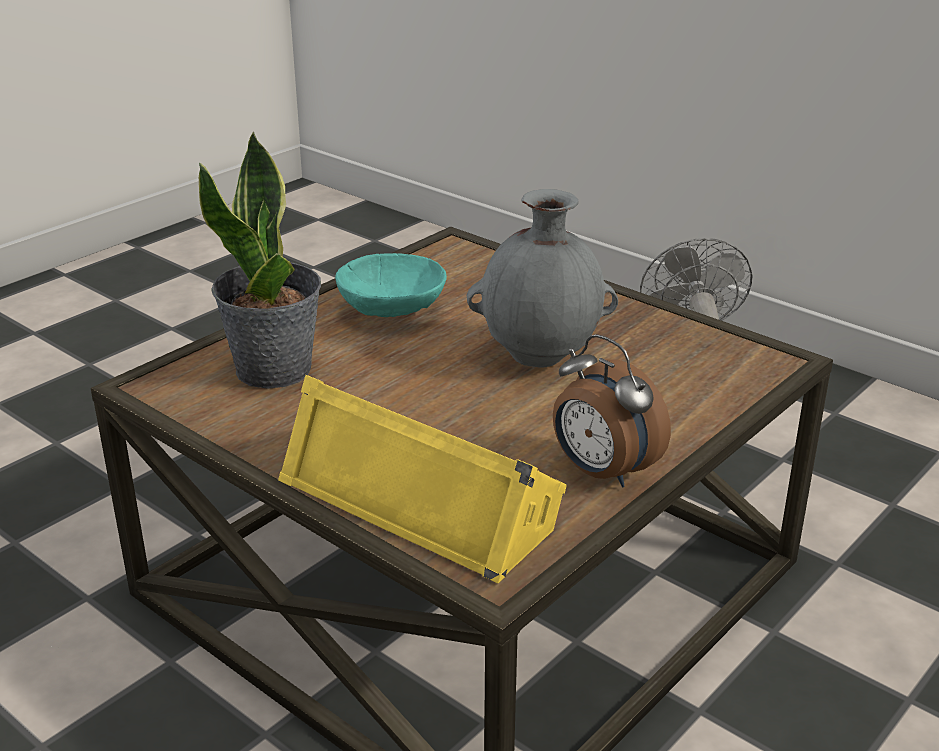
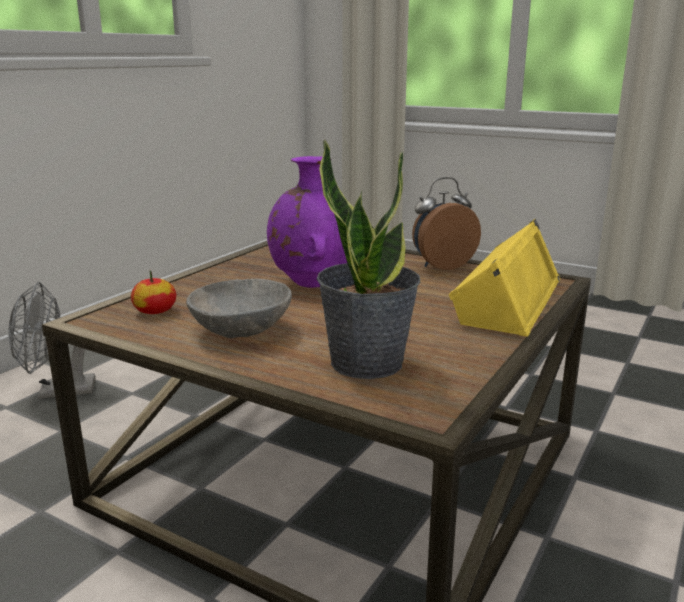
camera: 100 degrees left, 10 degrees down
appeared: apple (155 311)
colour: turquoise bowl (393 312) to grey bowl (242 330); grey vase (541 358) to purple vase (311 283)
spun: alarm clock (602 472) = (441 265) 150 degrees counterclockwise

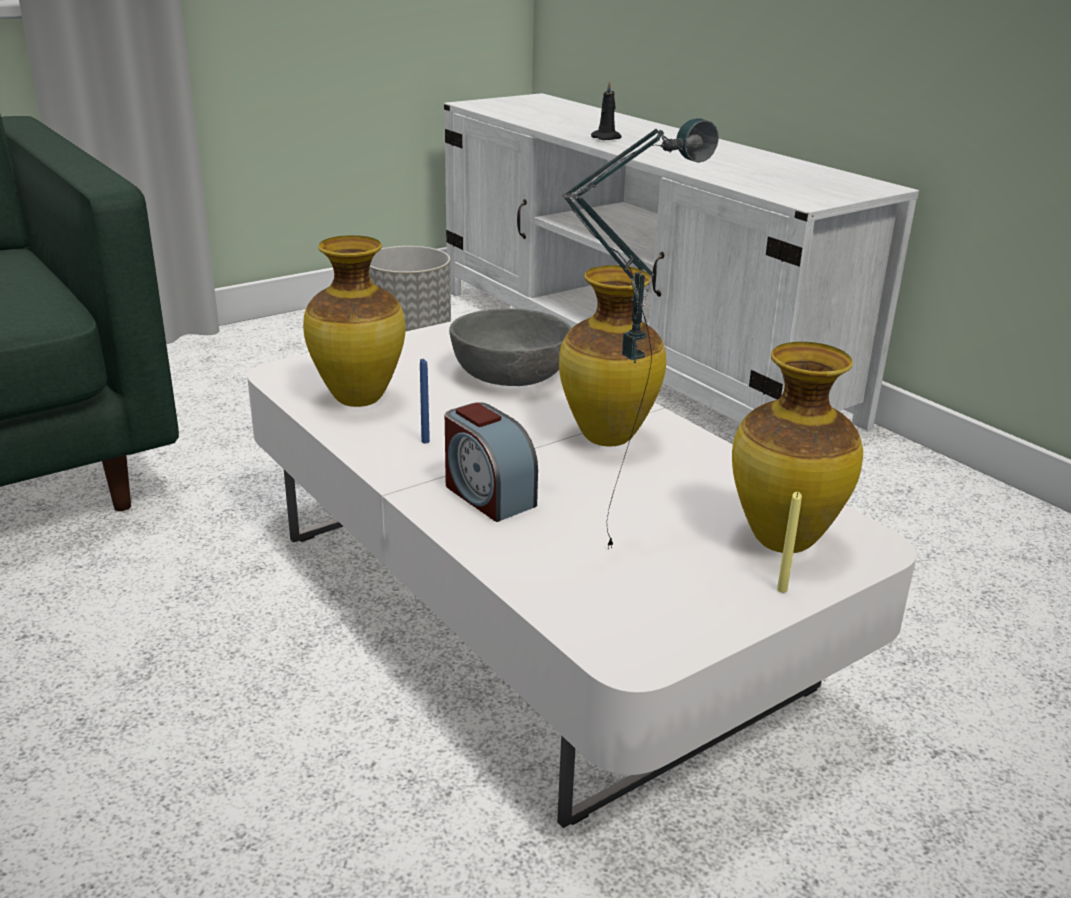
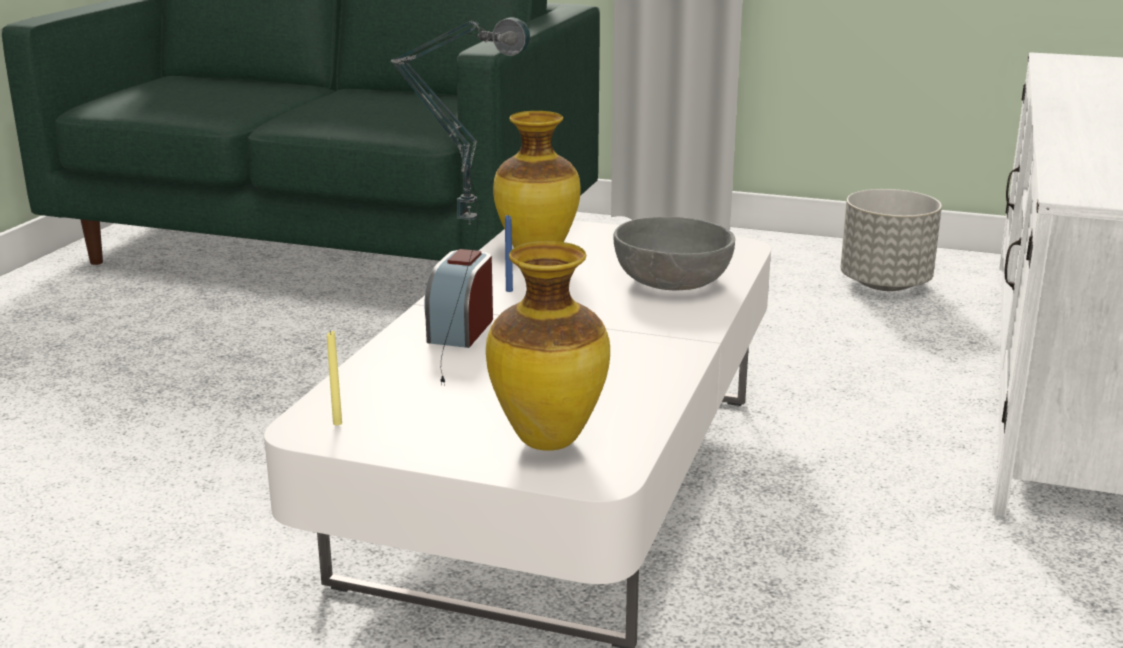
camera: 55 degrees right, 5 degrees down
missing: vase (605 438); black candle (607 138)
relocated: yellow candle (782 589) to (337 423)

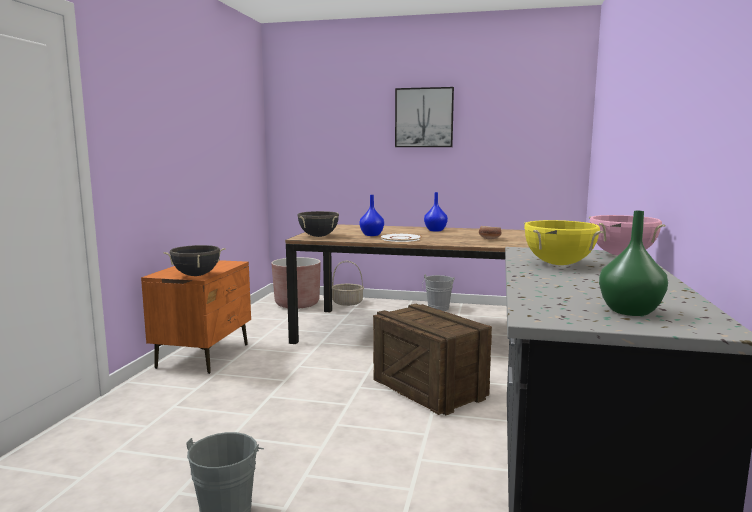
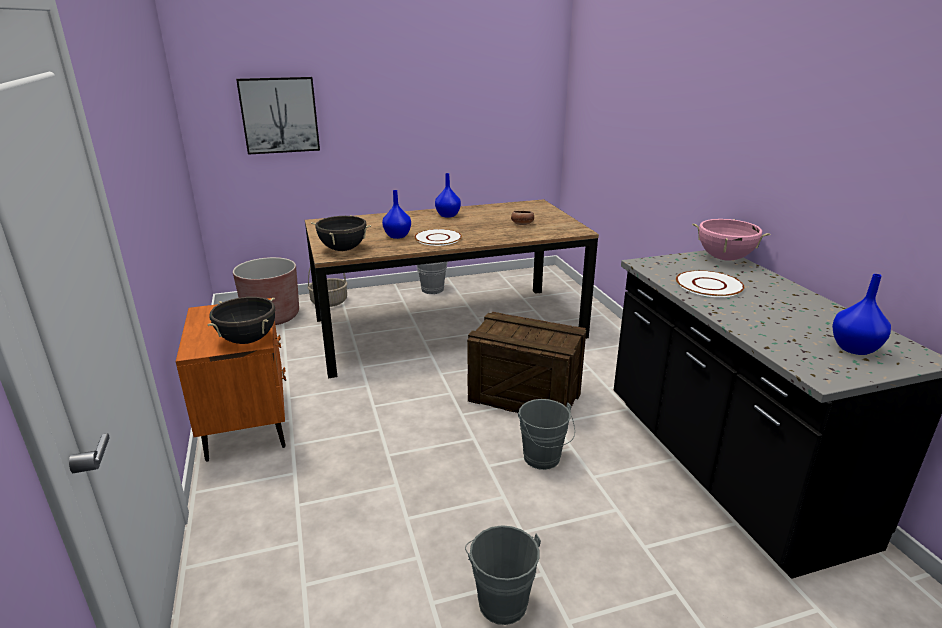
camera: 30 degrees left, 15 degrees up
appeared: grey bucket (543 460)
relocated: picture (424 117) to (279 115)
exchanged: yellow cooking pot (559 264) to white plate (708 285)
colour: green vase (629 311) to blue vase (854 349)

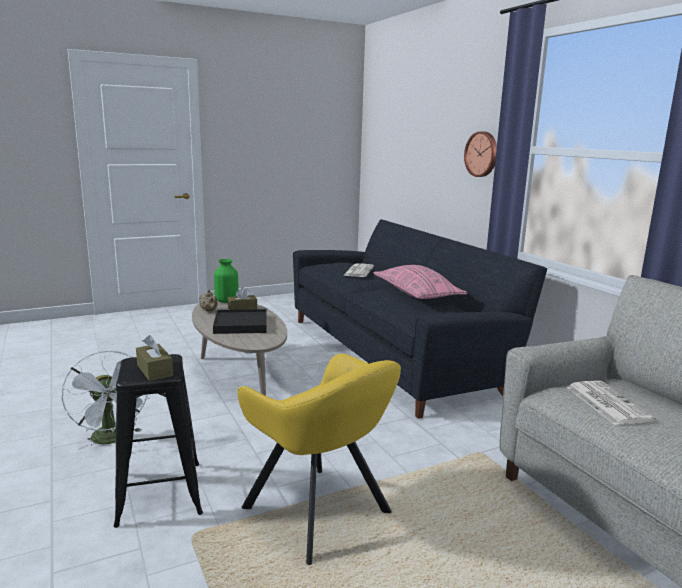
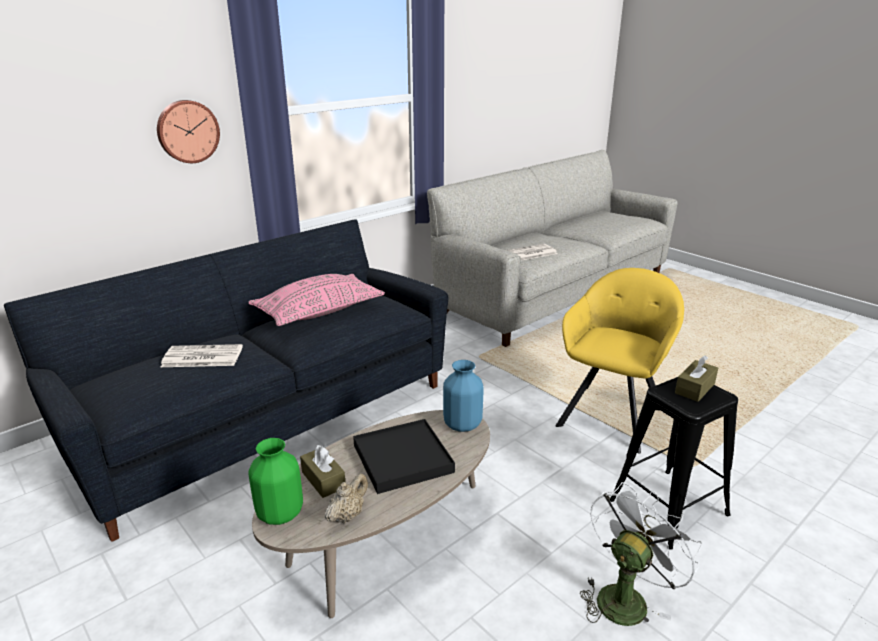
camera: 105 degrees left, 10 degrees up
appeared: blue vase (462 424)

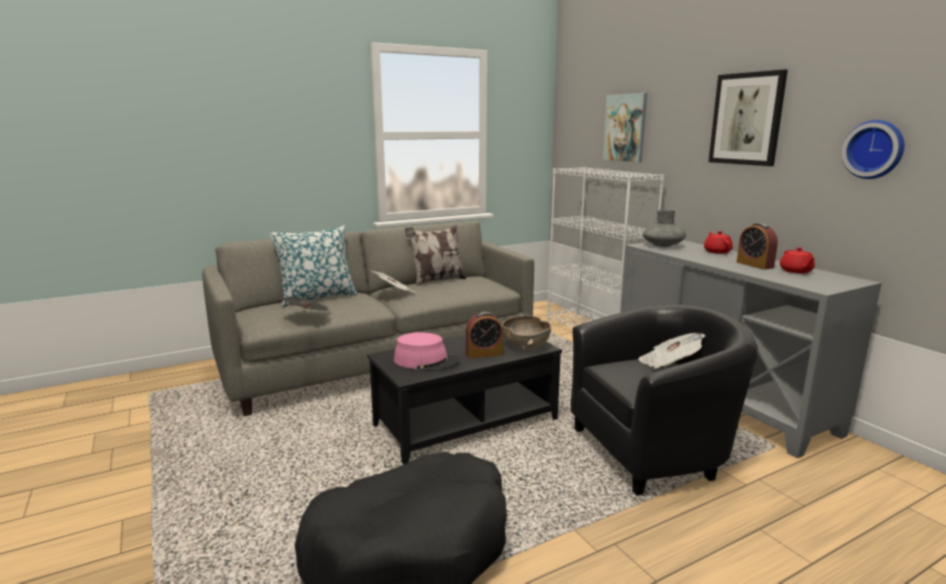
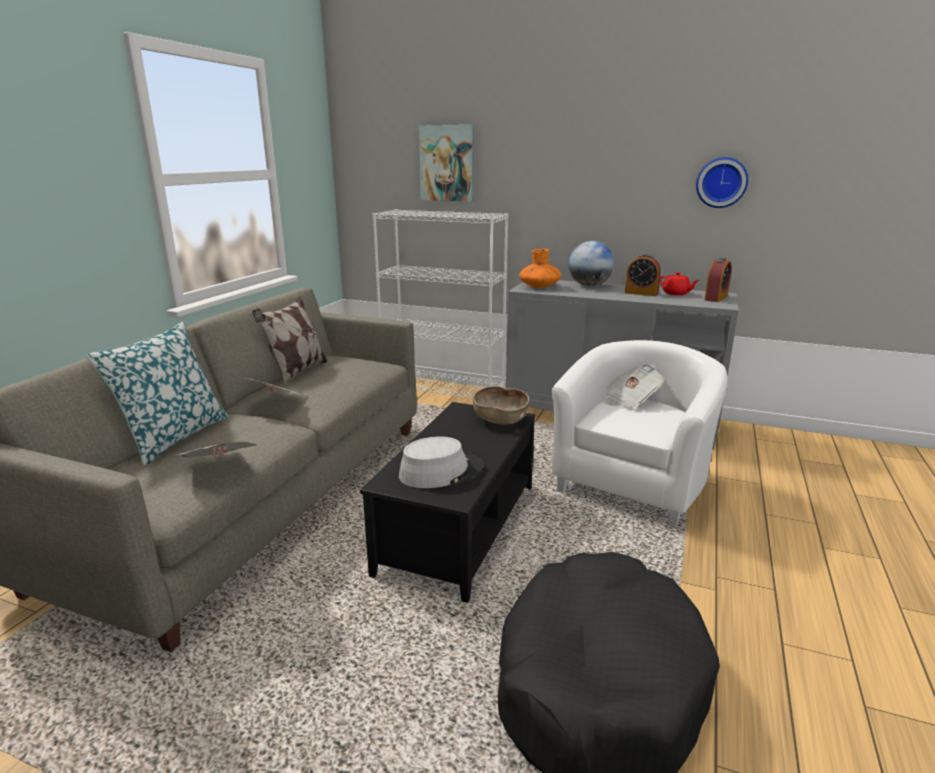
camera: 40 degrees left, 5 degrees up
missing: picture (747 119)
relocated: alarm clock (484 354) to (716 298)
exchanged: red teapot (717 251) to globe (589 285)
colour: pink hat (426 361) to grey hat (441 472); grey vase (662 246) to orange vase (539 287); black armchair (654 450) to white armchair (633 484)

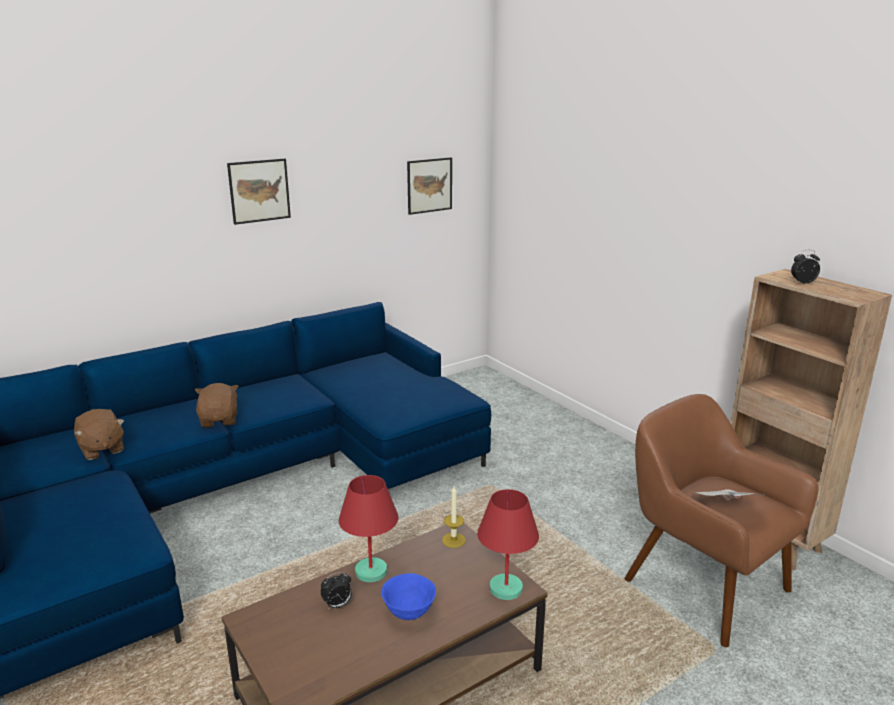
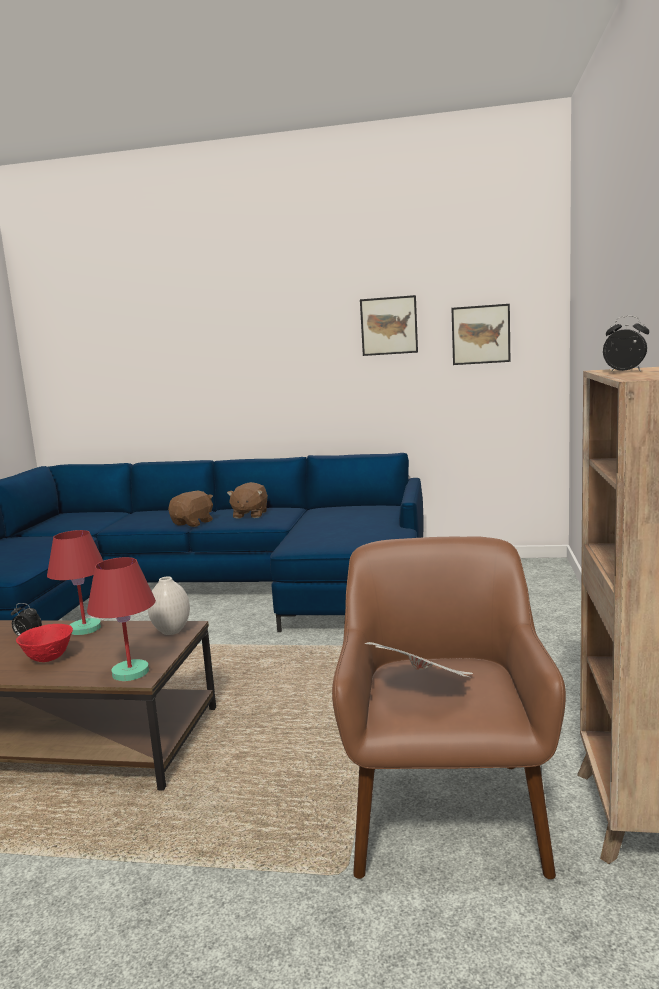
camera: 45 degrees right, 10 degrees down
relocated: brown plush toy (101 449) to (249 515); picture (259 191) to (389 326)
exchanged: candle (453 540) to white vase (172 631)
colour: blue bowl (409 612) to red bowl (49 658)

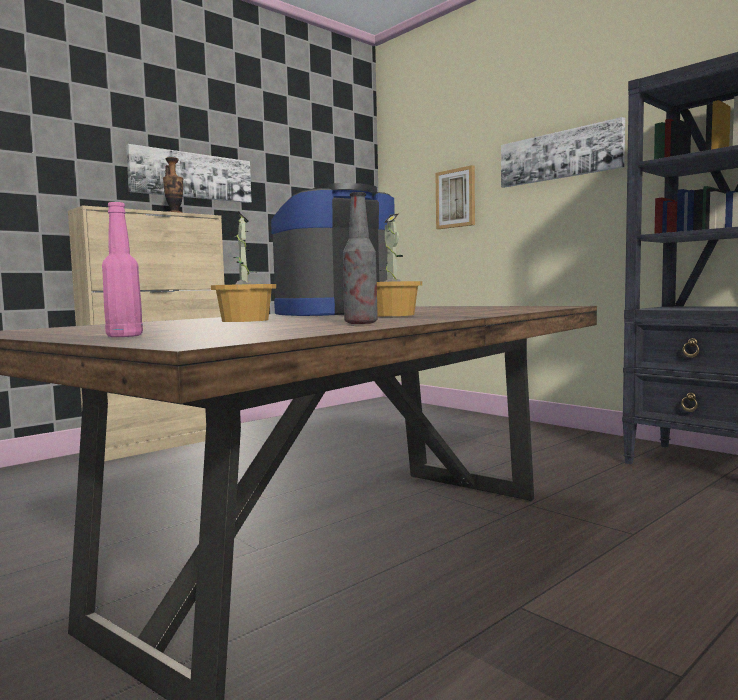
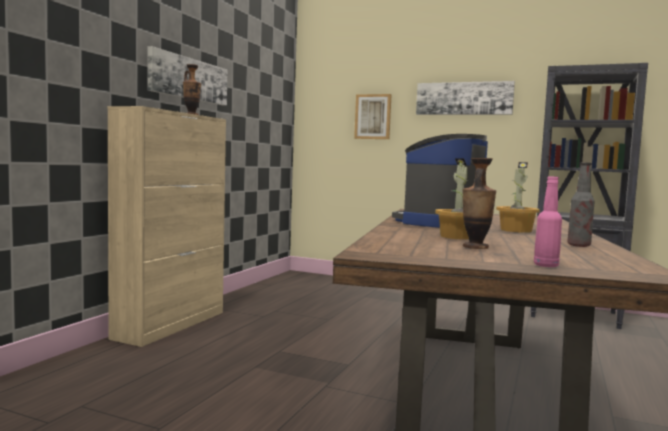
camera: 25 degrees left, 0 degrees up
appeared: vase (475 247)

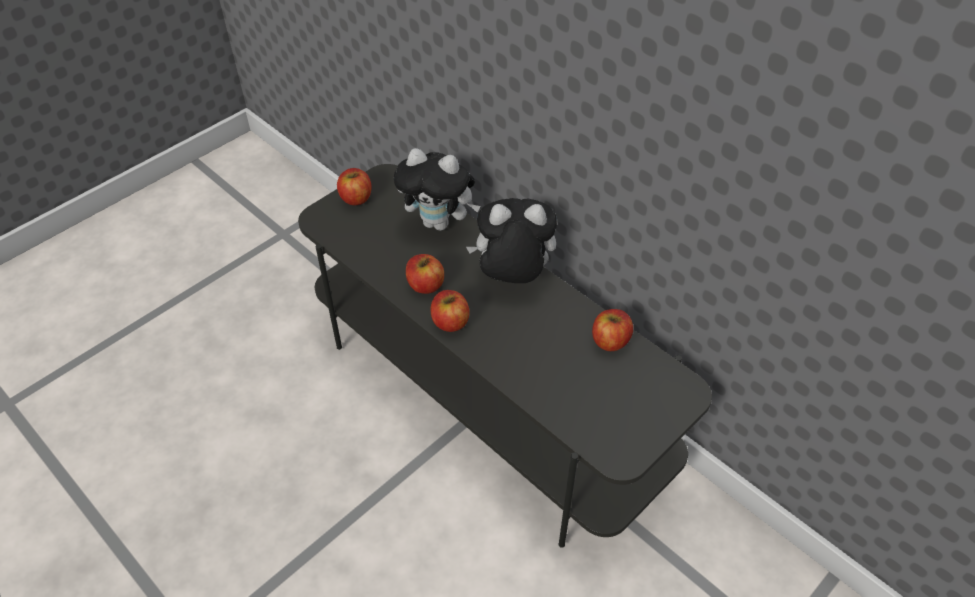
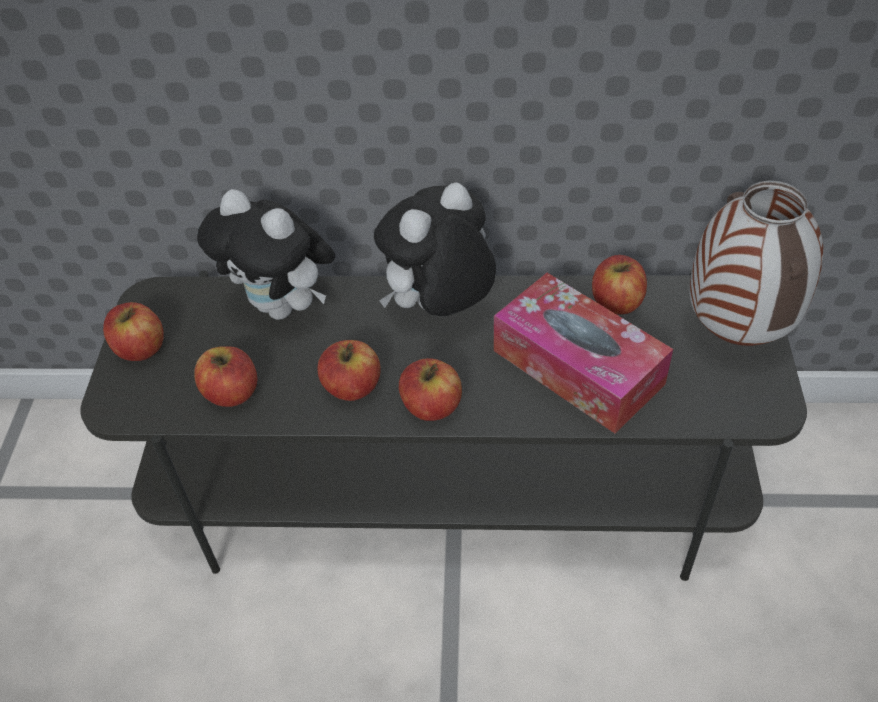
camera: 40 degrees left, 0 degrees up
appeared: apple (232 393); tissue box (577 367); vase (738 335)
spun: plush toy (439 223) = (283 307) 60 degrees clockwise

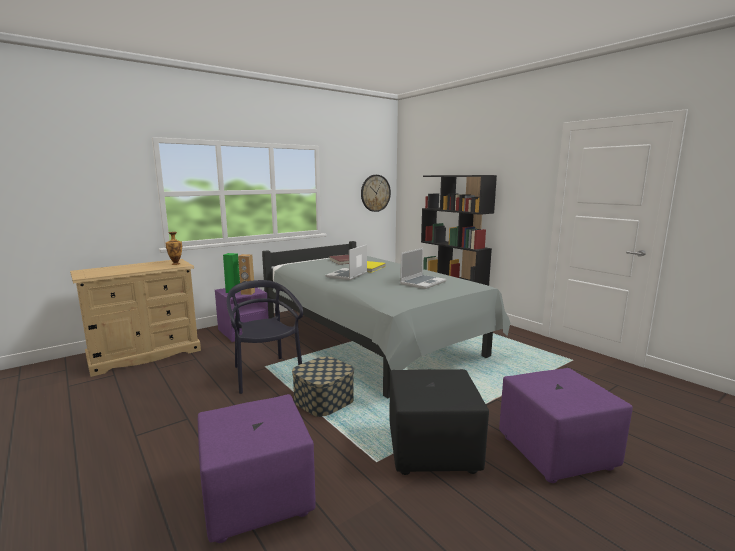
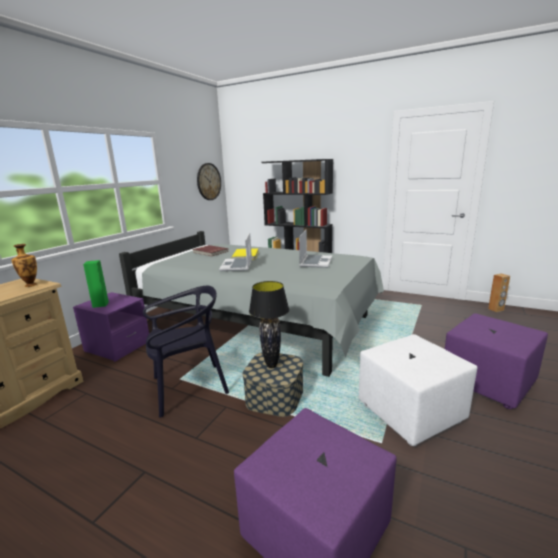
camera: 25 degrees left, 5 degrees up
appeared: black table lamp (272 365)
relocated: brown speaker (247 293) to (496 309)
colour: black ottoman (433 450) to white ottoman (411 413)
spun: black chair (265 374) = (189 387) 120 degrees clockwise

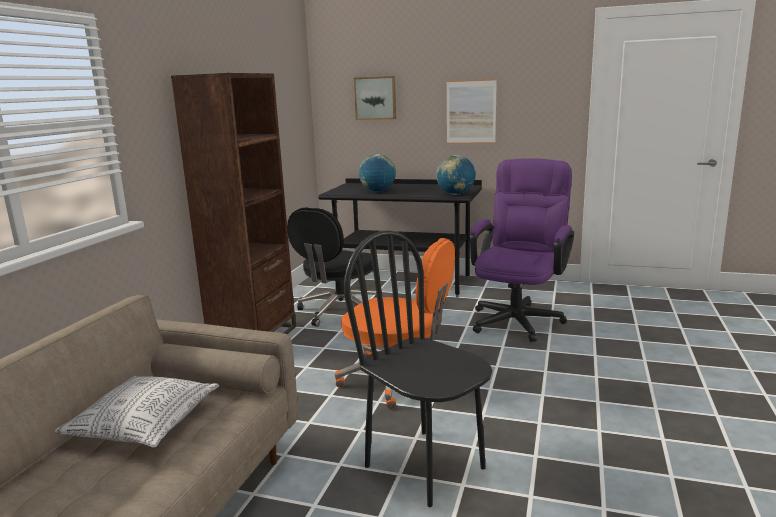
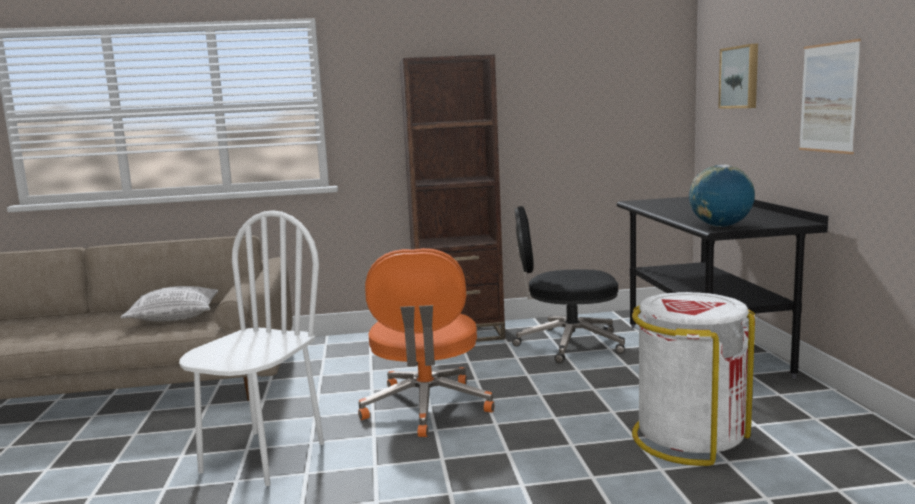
camera: 65 degrees right, 5 degrees down
missing: globe (378 191)
exchanged: purple office chair (519 318) to white trash can (688 438)
colour: black chair (425 466) to white chair (262 457)

